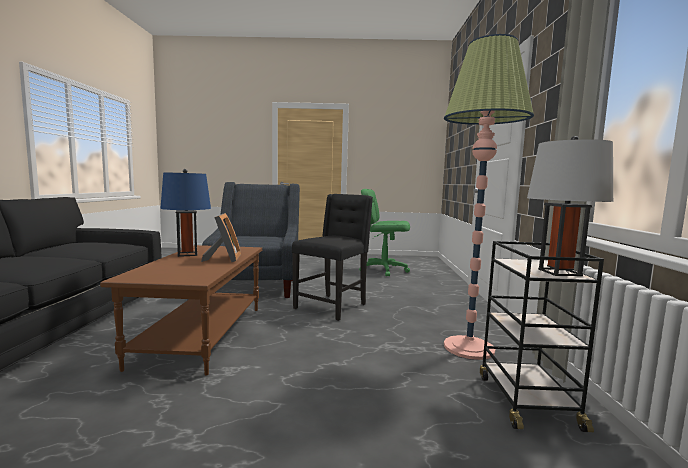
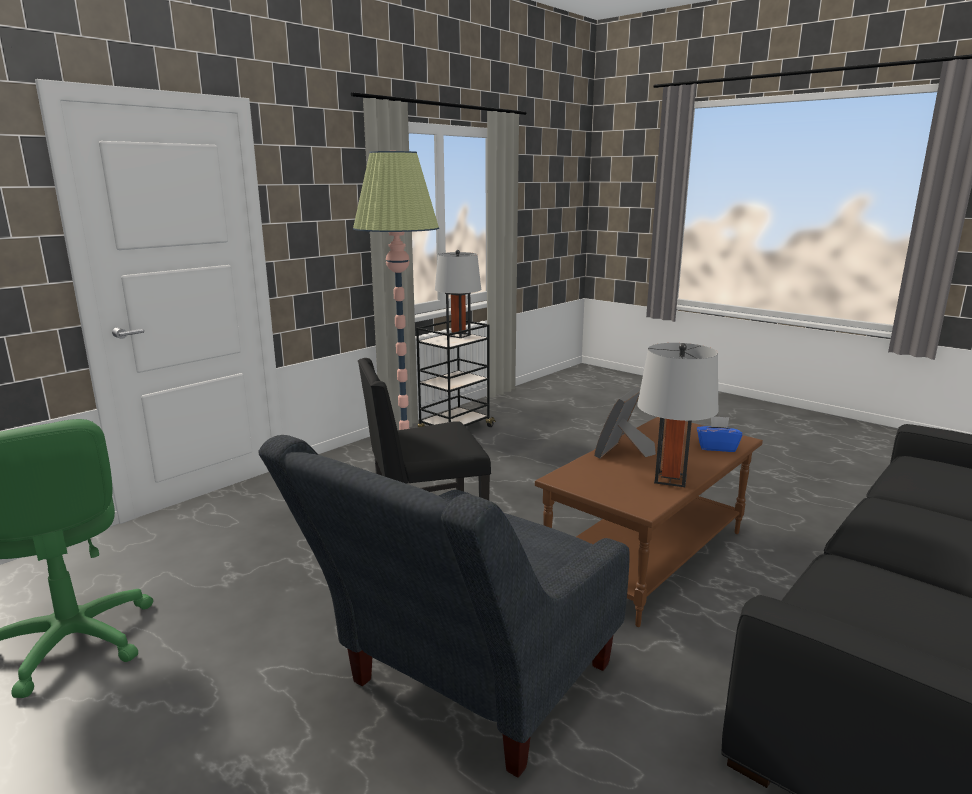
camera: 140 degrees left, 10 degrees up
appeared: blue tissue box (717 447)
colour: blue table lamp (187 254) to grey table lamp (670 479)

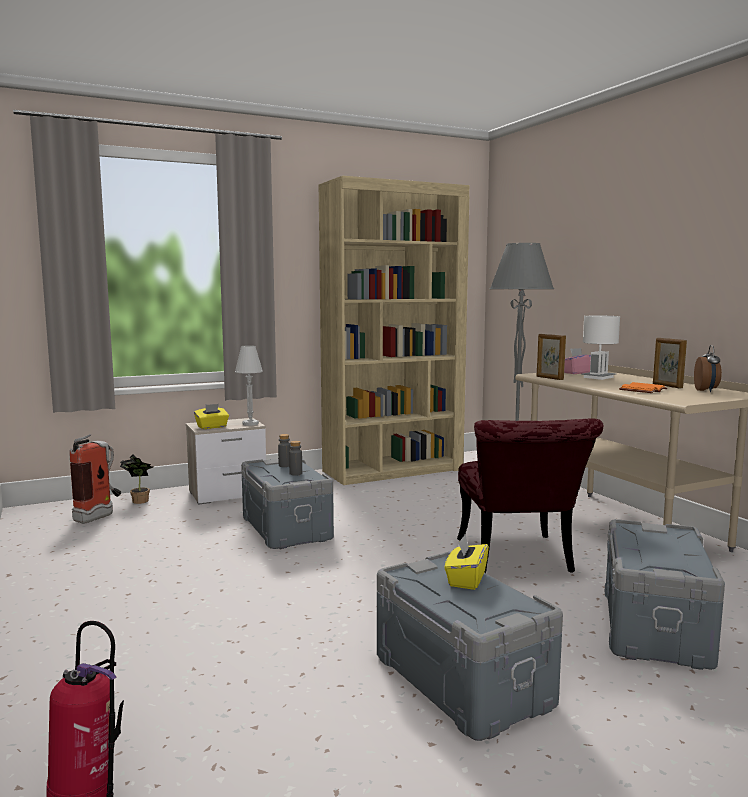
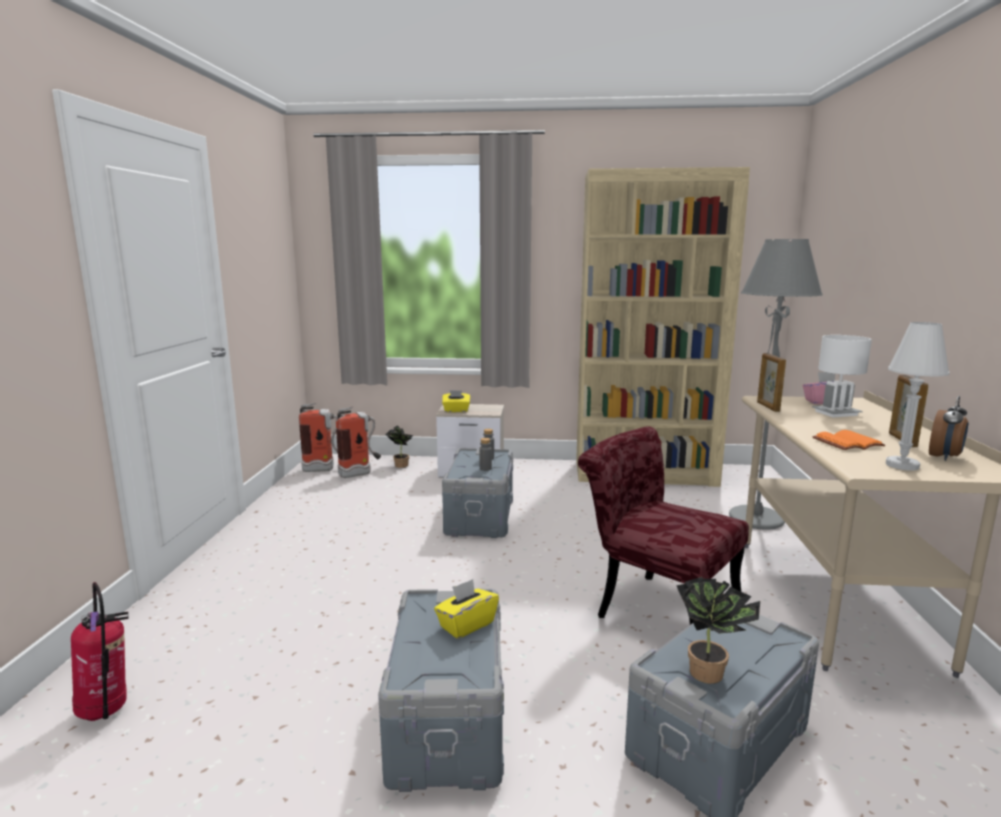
camera: 30 degrees right, 5 degrees up
appeared: fire extinguisher (324 469); potted plant (711 673)
relocated: white table lamp (250 424) to (902 465)
spun: red chair (518 560) = (655 609) 105 degrees clockwise

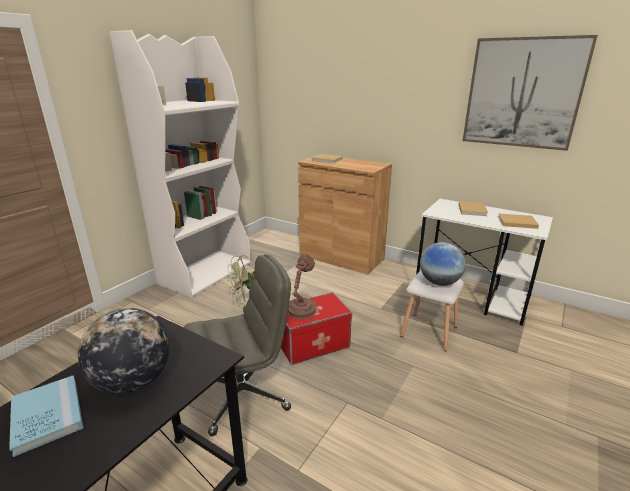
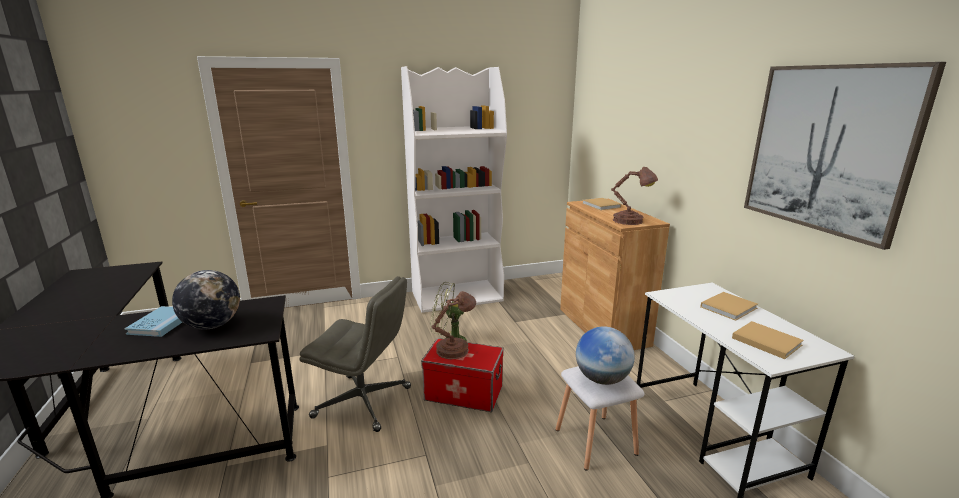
camera: 40 degrees right, 5 degrees down
appeared: brown table lamp (630 221)

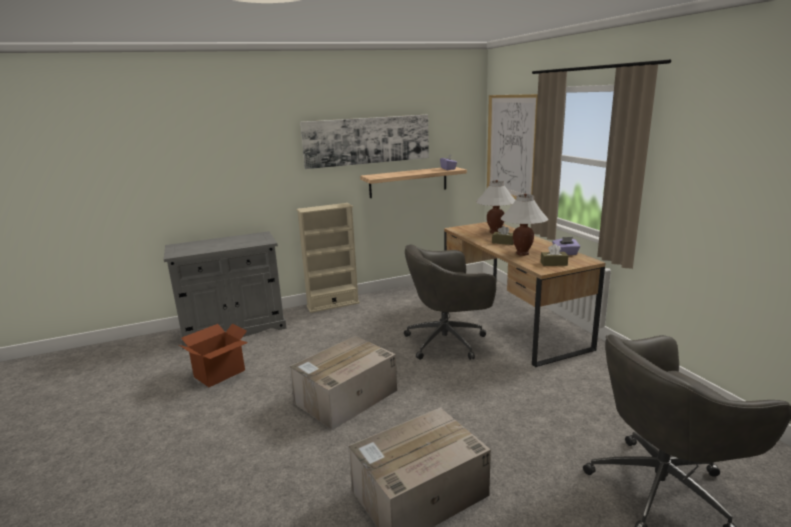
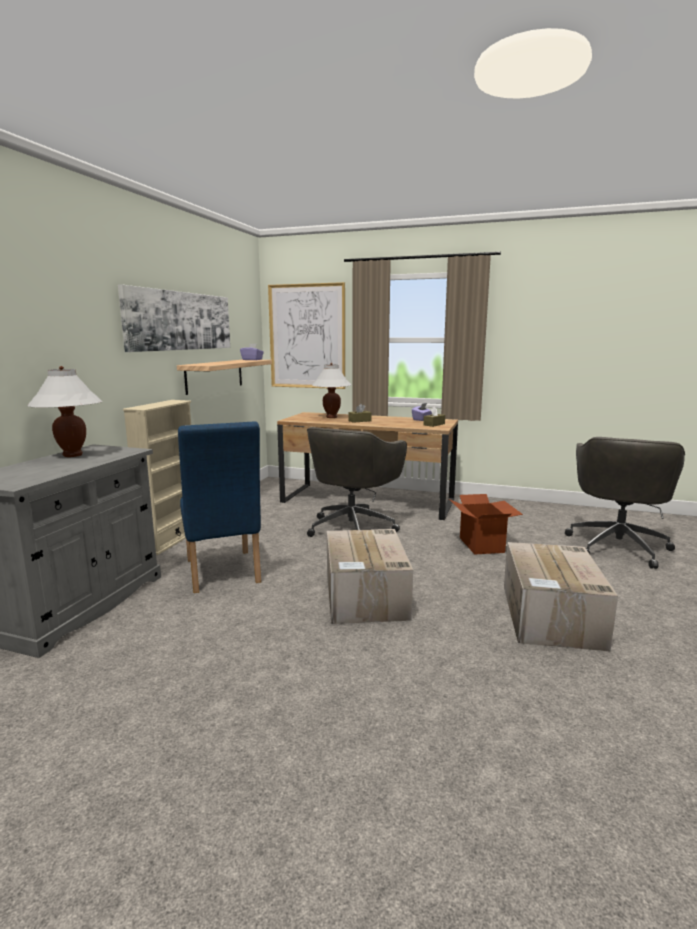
camera: 50 degrees left, 5 degrees down
appeared: blue chair (222 574)
relocated: white table lamp (522 253) to (72 455); cardboard box (220 374) to (482 545)

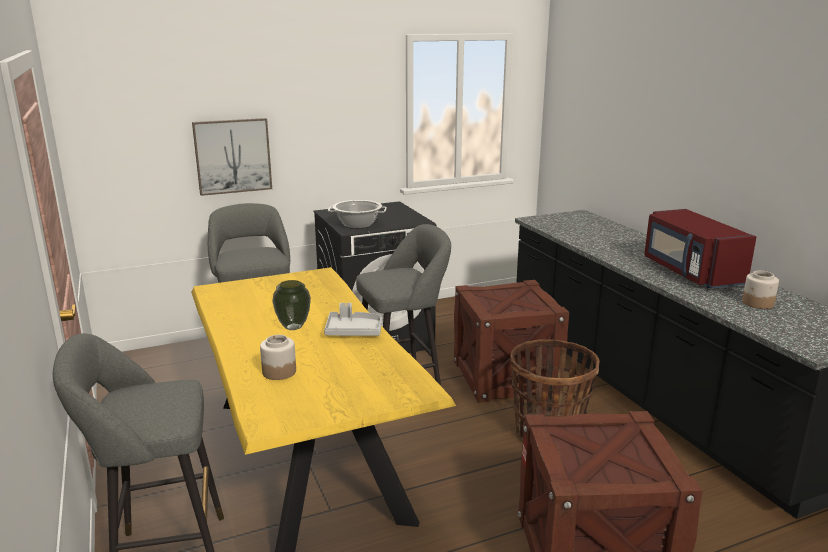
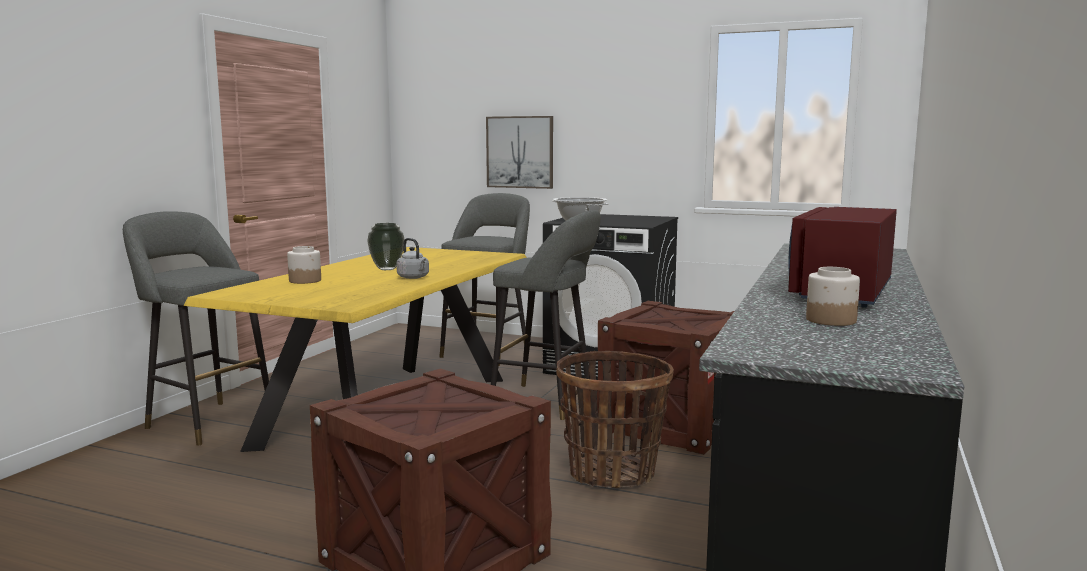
camera: 45 degrees right, 10 degrees down
exchanged: grey tray (353 331) to grey kettle (414 277)

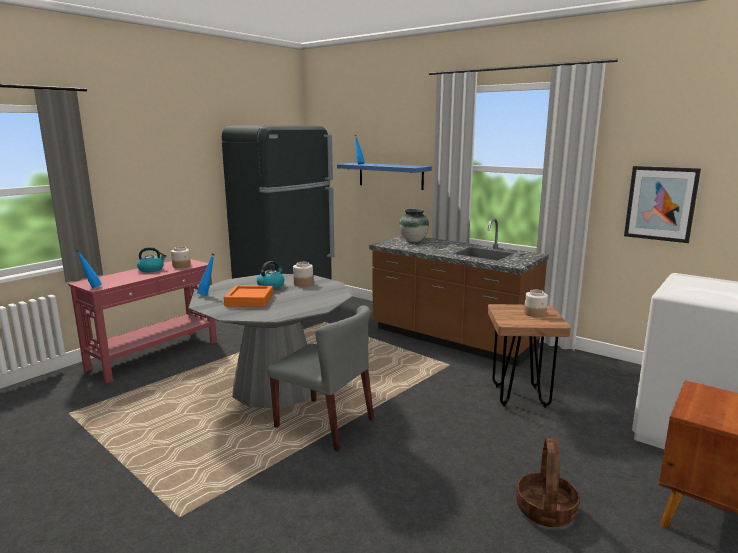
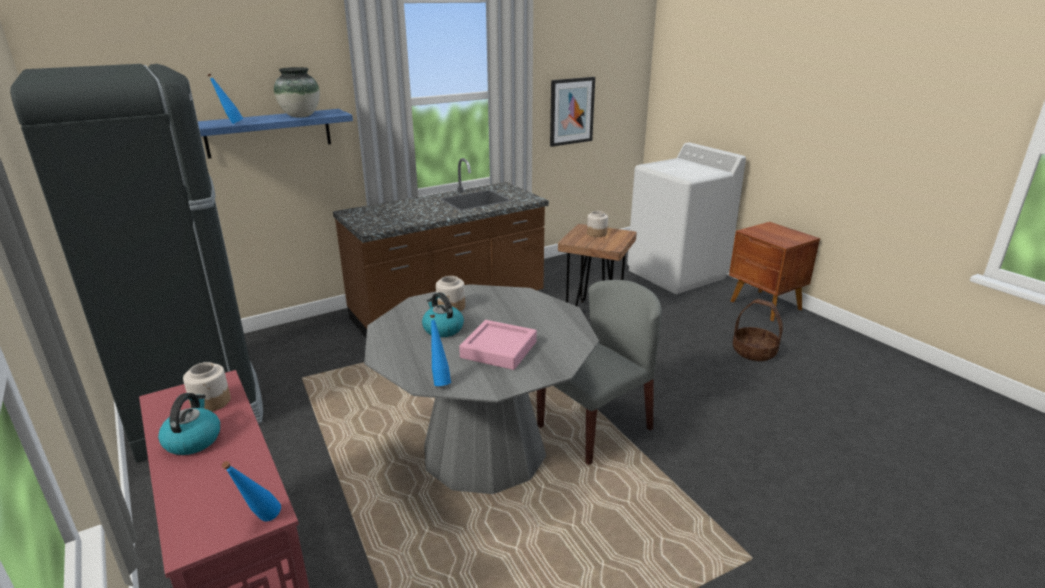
camera: 70 degrees left, 10 degrees up
relocated: vase (413 241) to (301 116)
colour: orange tray (249 300) to pink tray (499 349)

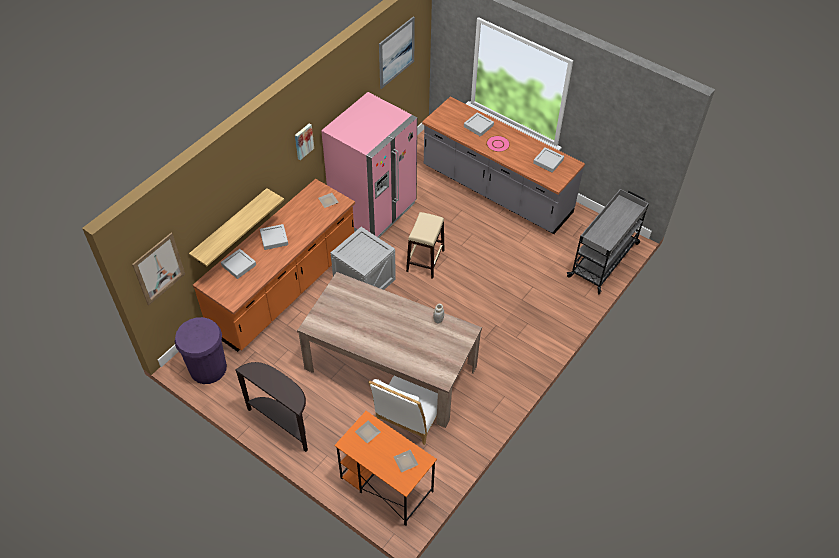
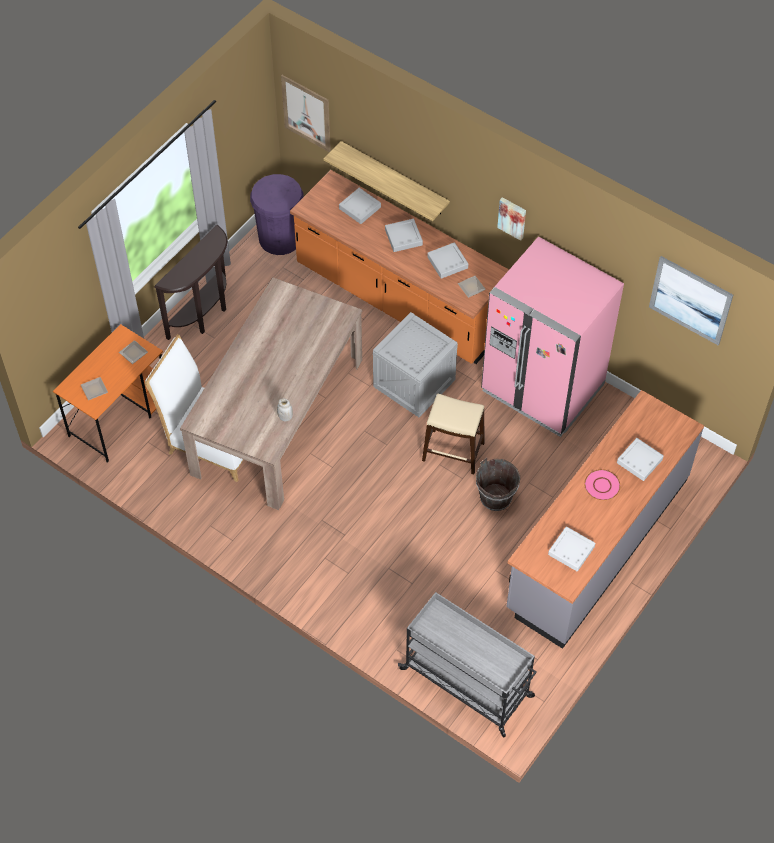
camera: 90 degrees right, 5 degrees up
appeared: grey tray (447 262); brown bucket (495 498)

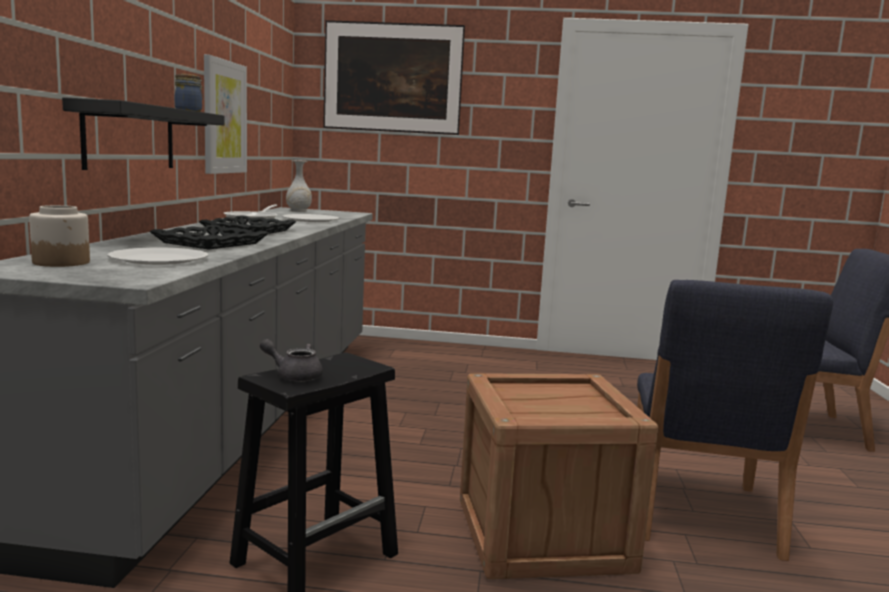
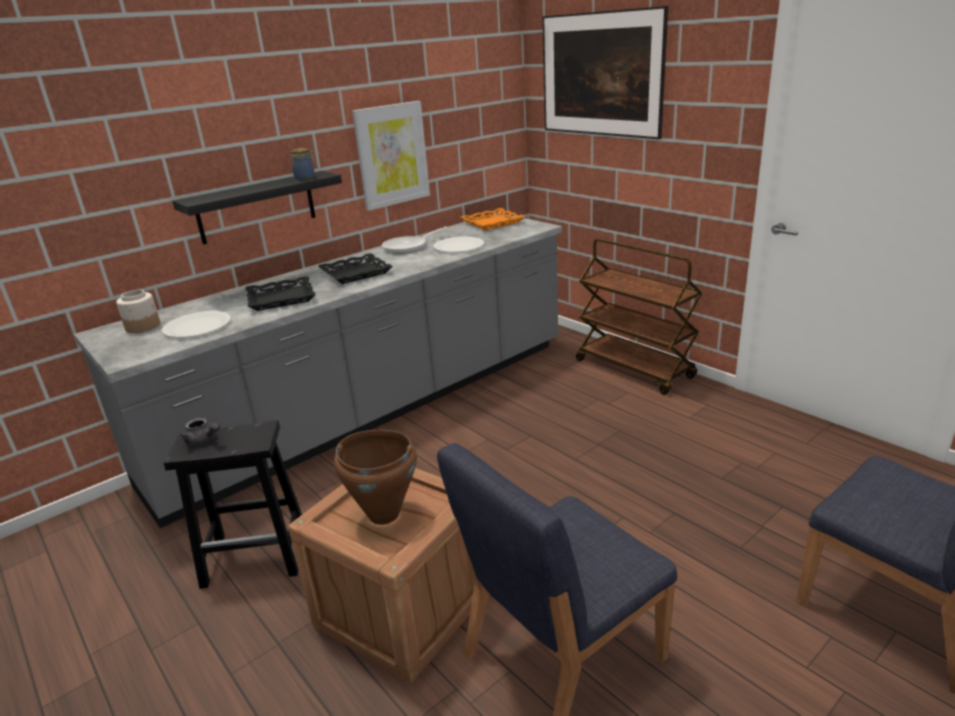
camera: 45 degrees right, 15 degrees up
appeared: brown cooking pot (383 514); brown cart (635 369)
exchanged: white vase (298 211) to orange tray (492 223)
spun: grey teapot (294 375) = (203 440) 150 degrees clockwise

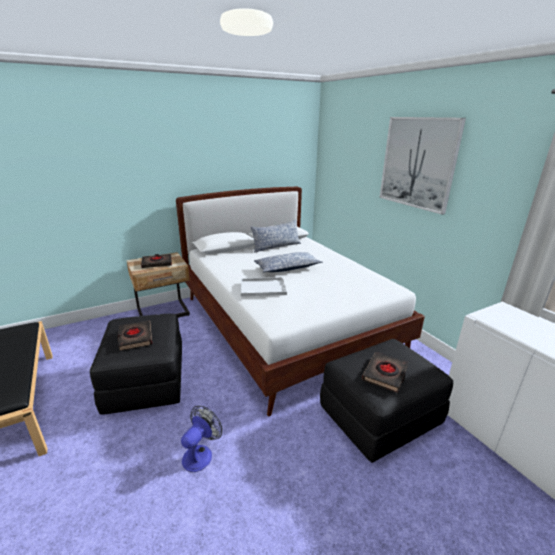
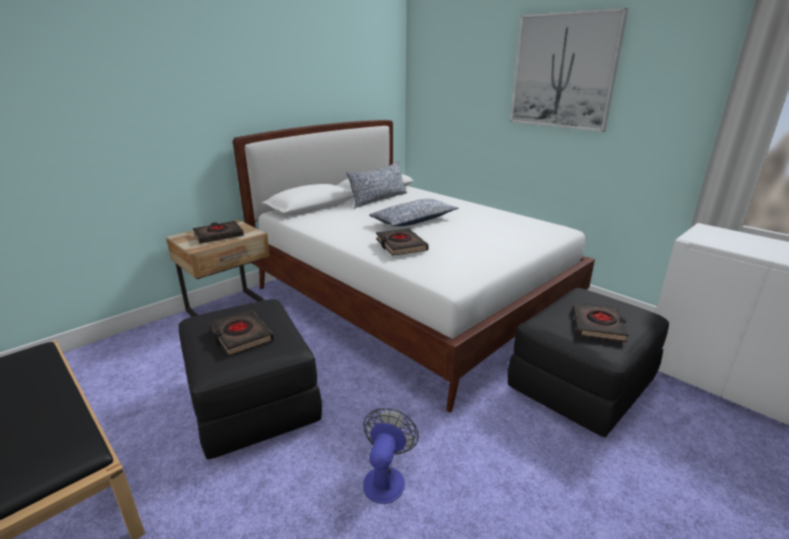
camera: 15 degrees left, 0 degrees up
exchanged: white tray (262 288) to black book (401 245)

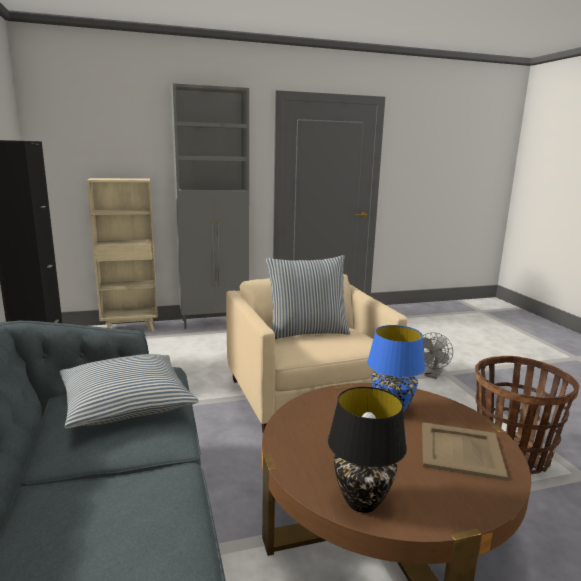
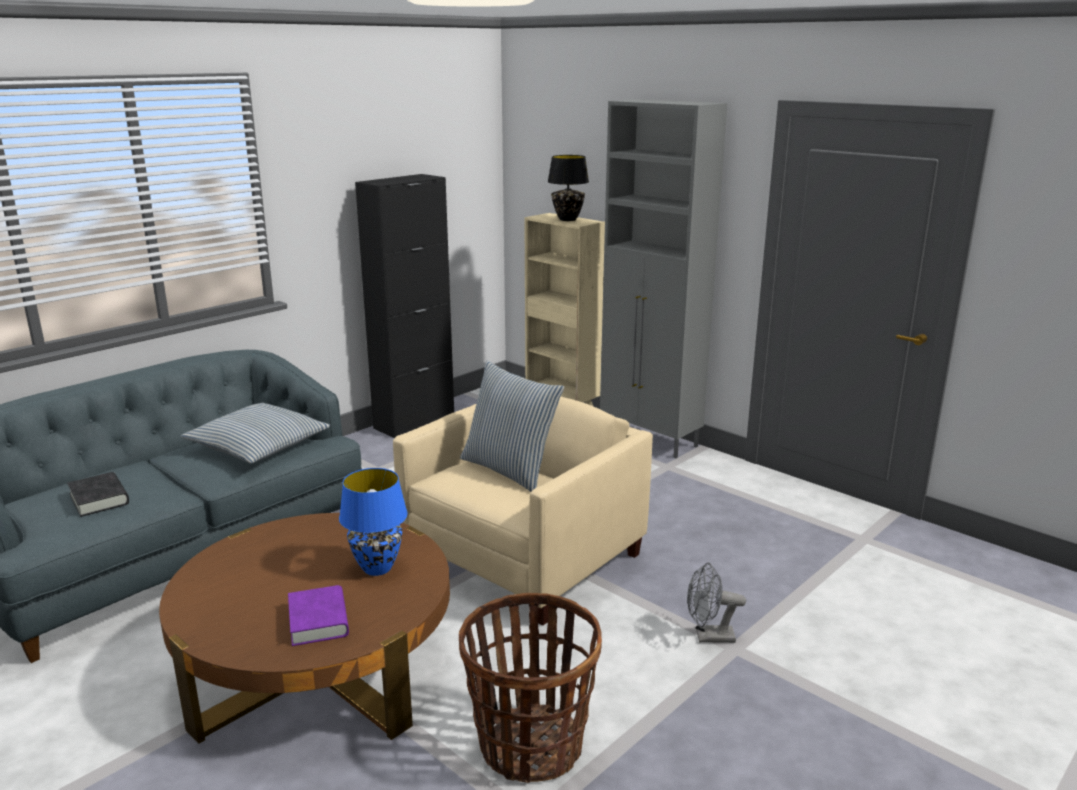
camera: 60 degrees right, 5 degrees up
appeared: black book (99 499)
relocated: black table lamp (362 503) to (567 219)
exchanged: beige tray (460 450) to purple book (318 621)

